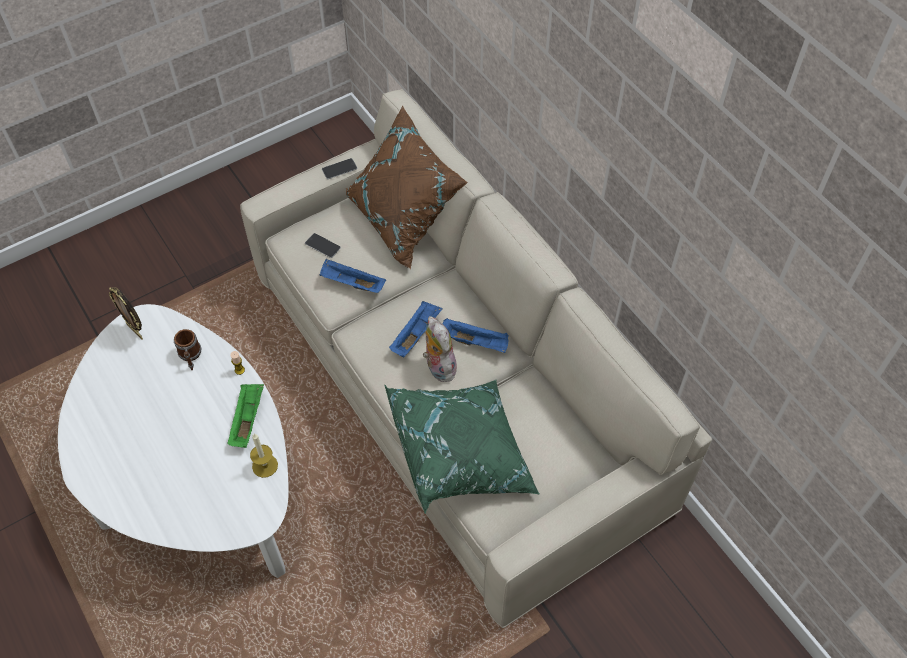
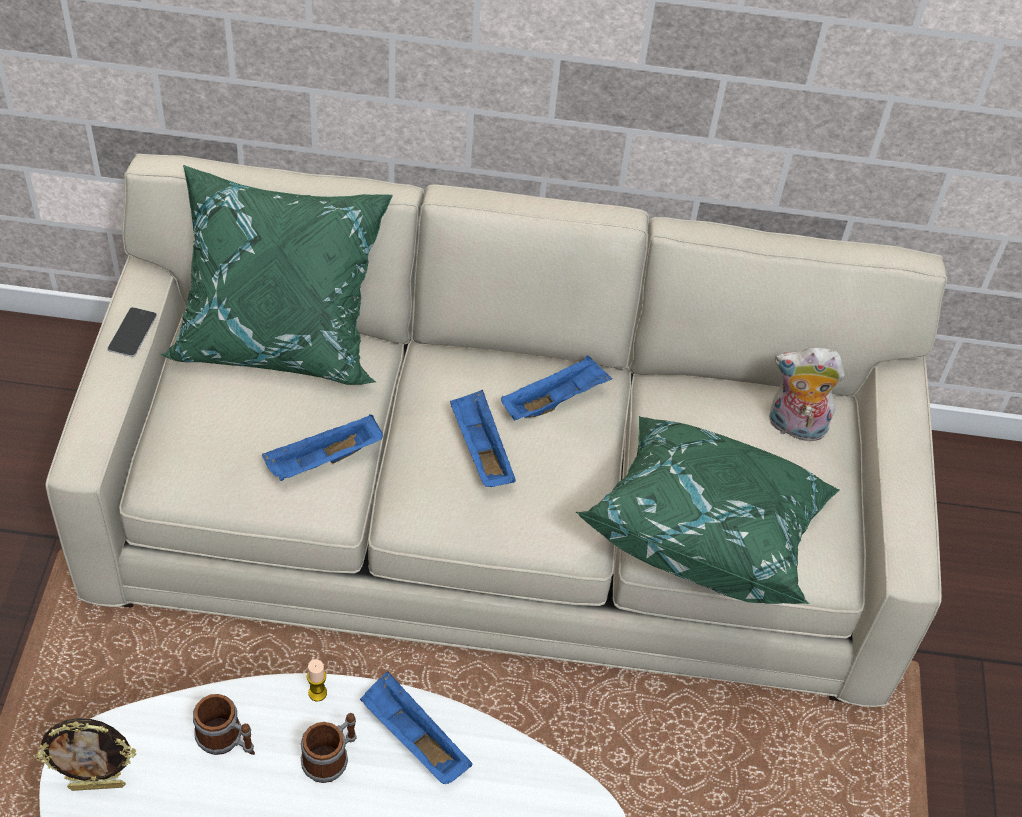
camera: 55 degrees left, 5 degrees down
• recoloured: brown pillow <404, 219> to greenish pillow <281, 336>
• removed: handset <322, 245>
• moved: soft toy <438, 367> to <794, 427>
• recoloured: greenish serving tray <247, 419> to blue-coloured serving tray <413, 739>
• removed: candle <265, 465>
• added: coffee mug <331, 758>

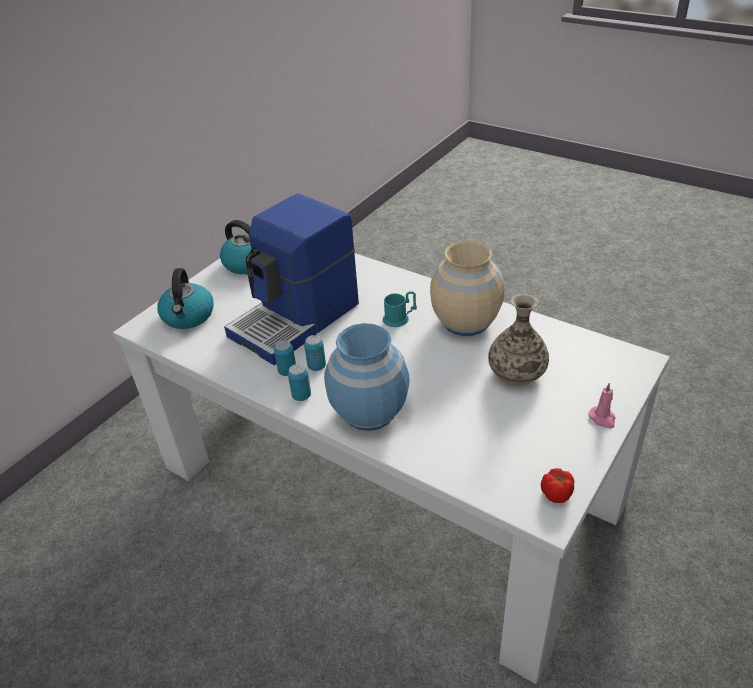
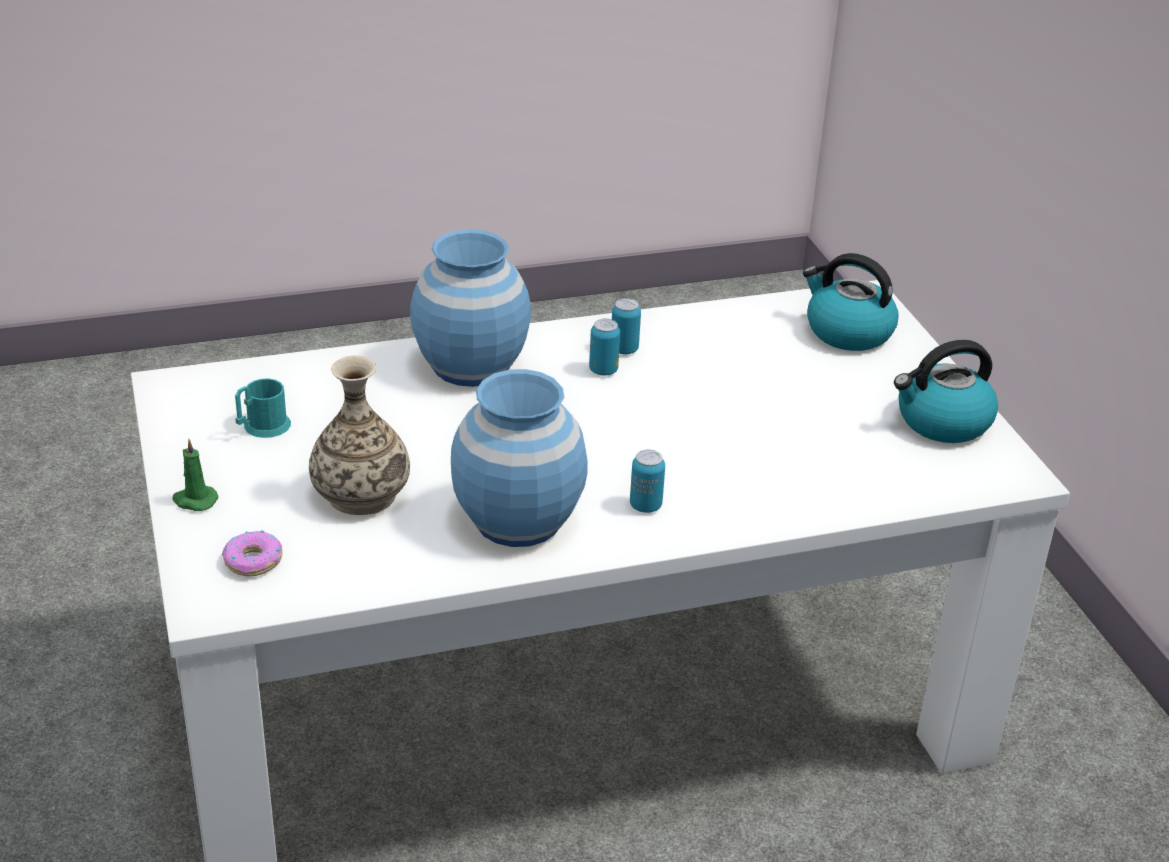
camera: 125 degrees right, 5 degrees down
• removed: coffee machine <297, 320>
• recoloured: sand-coloured decorative vase <465, 321> to blue-coloured decorative vase <518, 520>
• moved: turquoise coffee mug <399, 318> to <262, 427>
• moved: sealed can <301, 396> to <645, 506>
• recoloured: pink candle <602, 418> to greenish candle <194, 500>
• removed: tomato <557, 493>
• added: donut <253, 561>

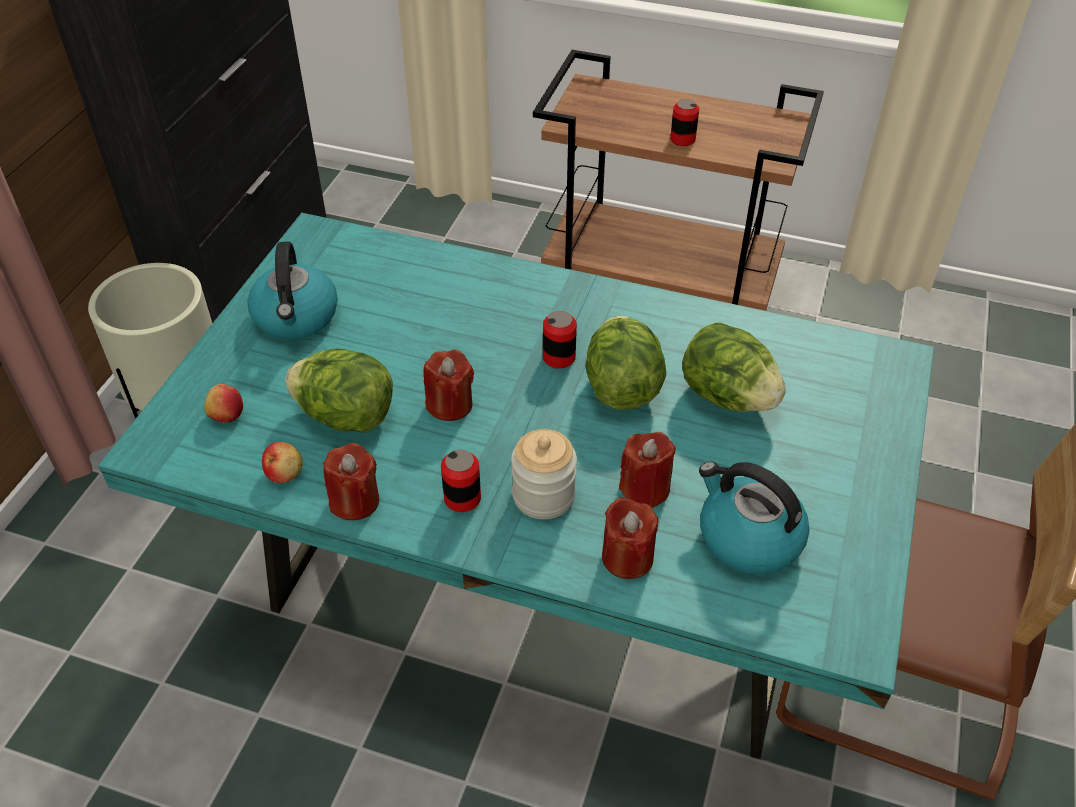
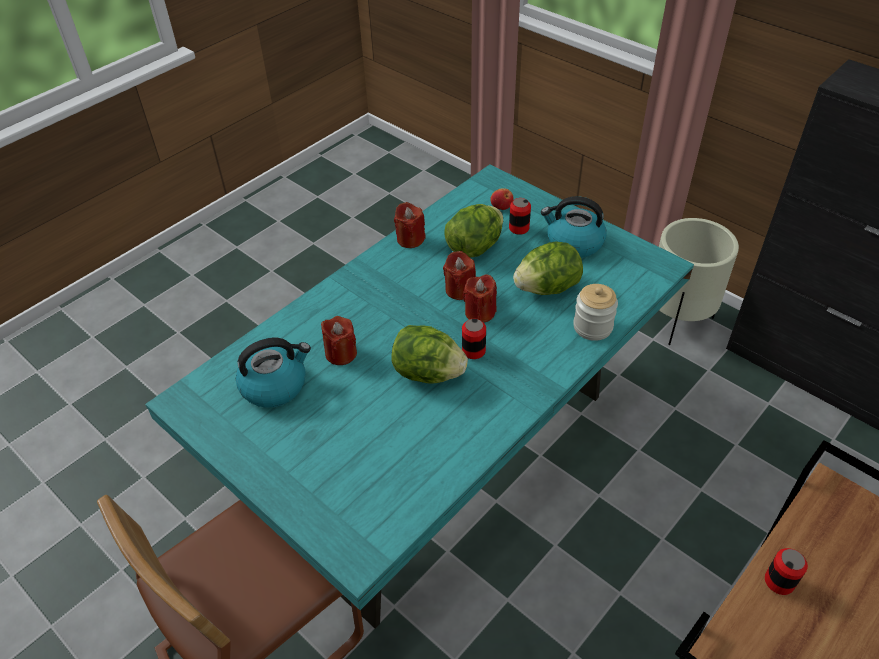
camera: 115 degrees right, 0 degrees up
• moved: head of lettuce <727, 396> to <547, 288>
• moved: jar <543, 495> to <592, 327>
• removed: apple fruit <284, 473>
• moved: sealed can <462, 498> to <519, 228>
• moved: reddish candle <627, 558> to <480, 312>

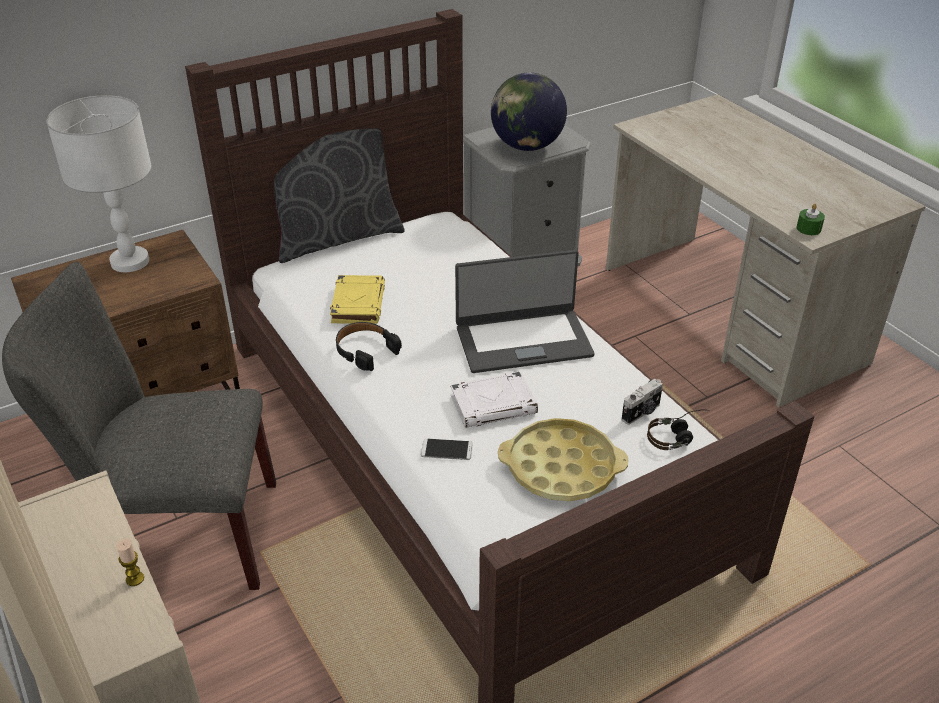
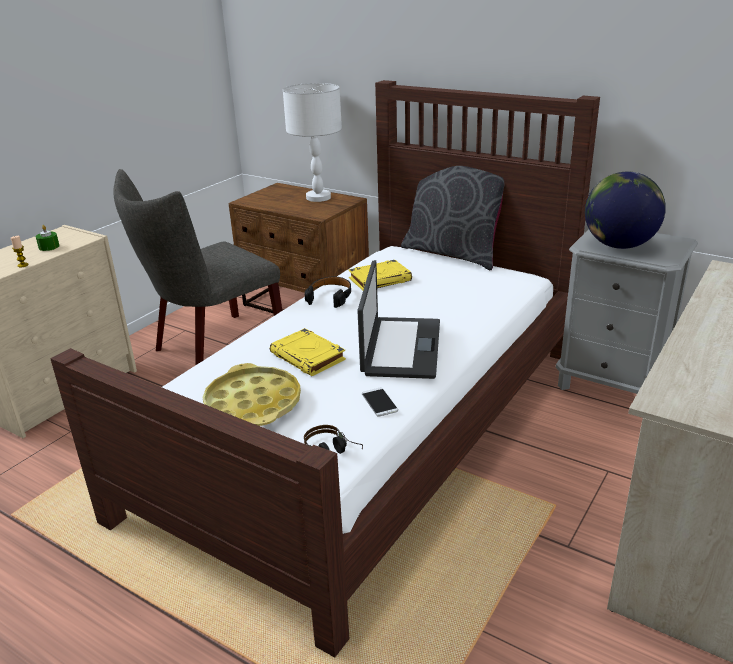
camera: 65 degrees right, 10 degrees down
• moved: greenish candle <808, 228> to <49, 247>
• turned: laptop <523, 340> = <400, 348> 135 degrees counterclockwise
• turned: gray chair <177, 535> = <212, 349> 105 degrees counterclockwise
• recoloured: whitish book <494, 404> to yellow book <308, 357>
• removed: still camera <642, 413>
• moved: handset <447, 450> to <379, 402>

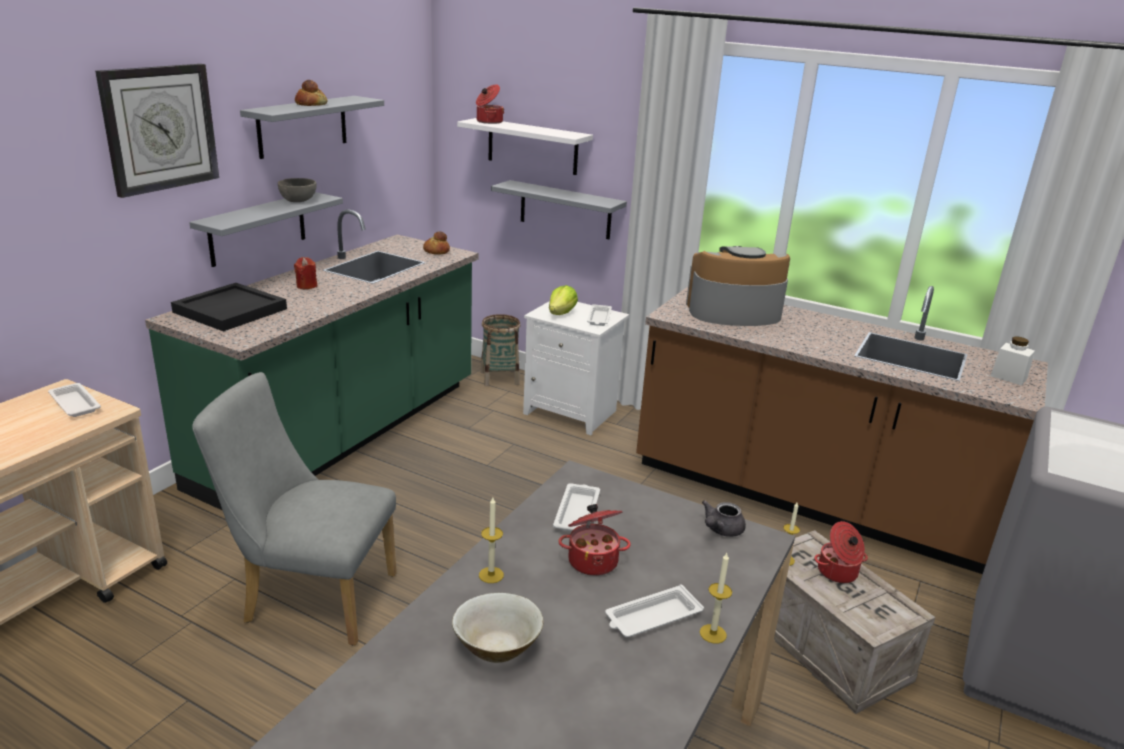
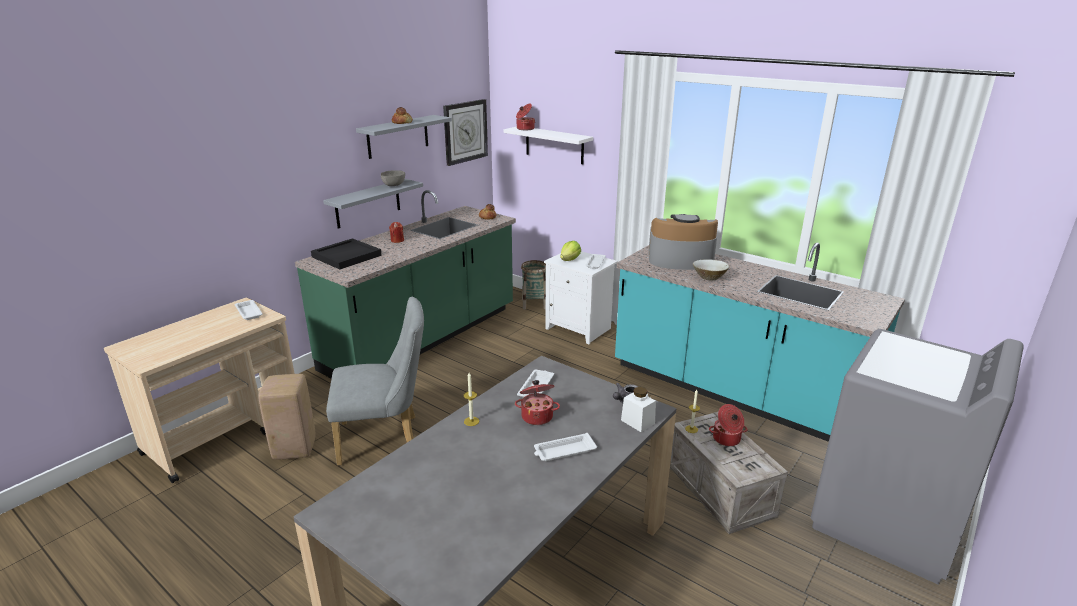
camera: 10 degrees right, 0 degrees up
• moved: hanging clock <160, 128> to <465, 131>
• removed: gray shelf <565, 210>
• recoloured: brown kitchen base unit <806, 498> to turquoise kitchen base unit <734, 392>
• moved: whitish jar <1008, 377> to <637, 422>
• turned: gray chair <310, 597> = <386, 438> 150 degrees clockwise
• removed: candle <713, 633>
• moved: sand-coloured deep dish <497, 647> to <709, 277>
• added: sand-coloured stool seat <293, 449>

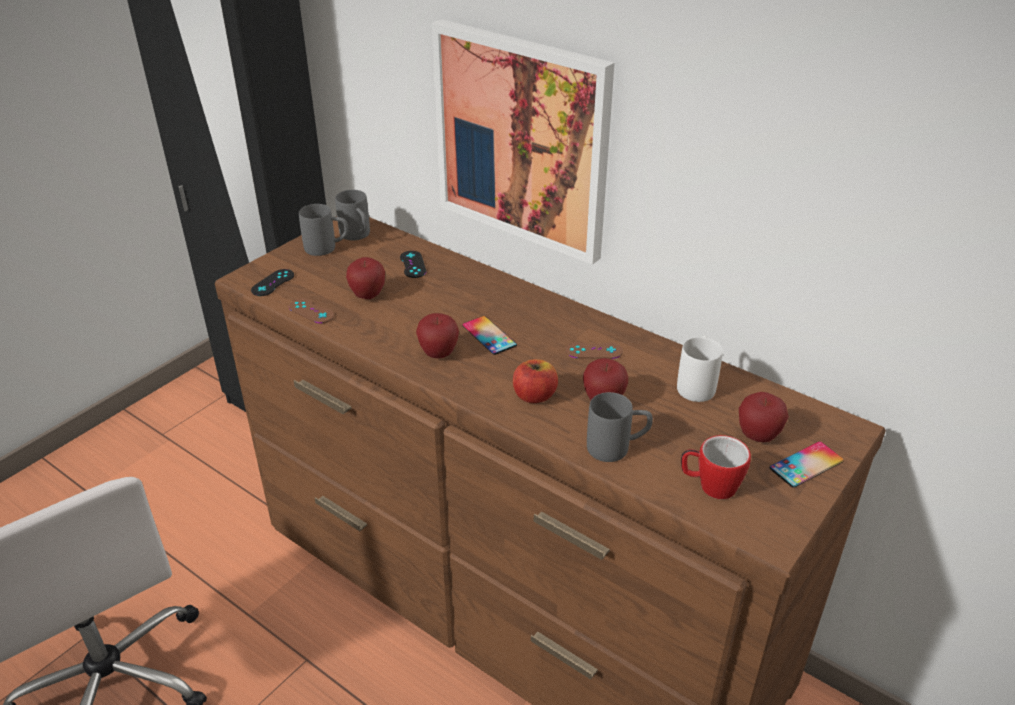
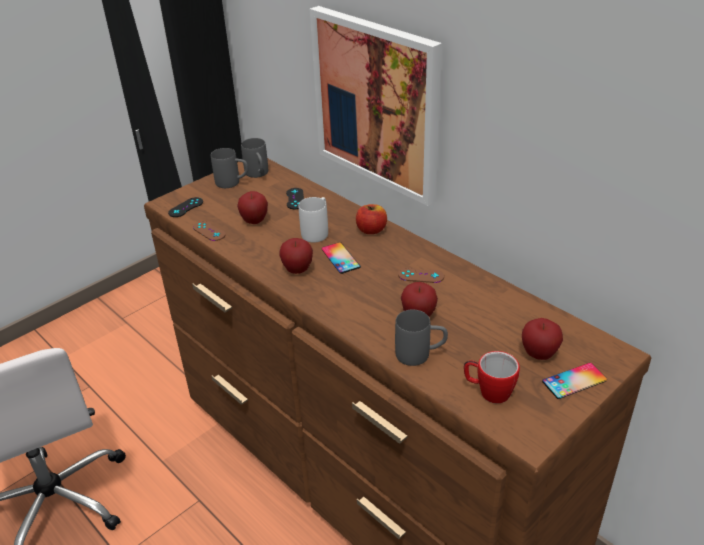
camera: 10 degrees right, 0 degrees up
• moved: whitish coffee mug <697, 384> to <317, 231>
• moved: apple fruit <534, 396> to <371, 230>

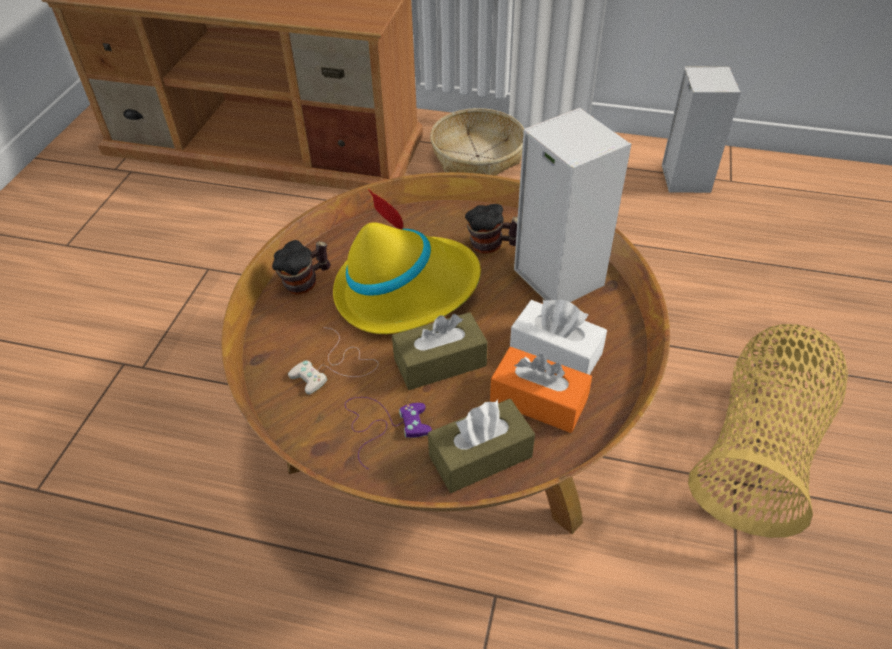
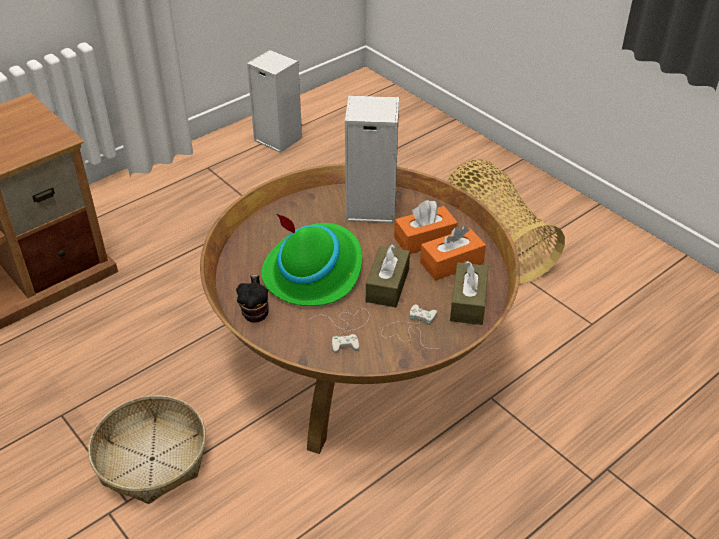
camera: 55 degrees left, 5 degrees down
• moved: basket <477, 156> to <152, 459>
• recoloured: yellow clothing hat <406, 290> to greenish clothing hat <314, 271>
• removed: coffee mug <491, 246>
• recoloured: whitish tissue holder <555, 352> to orange-coloured tissue holder <425, 239>
• recoloured: purple-coloured gamepad <383, 424> to whitish gamepad <411, 329>

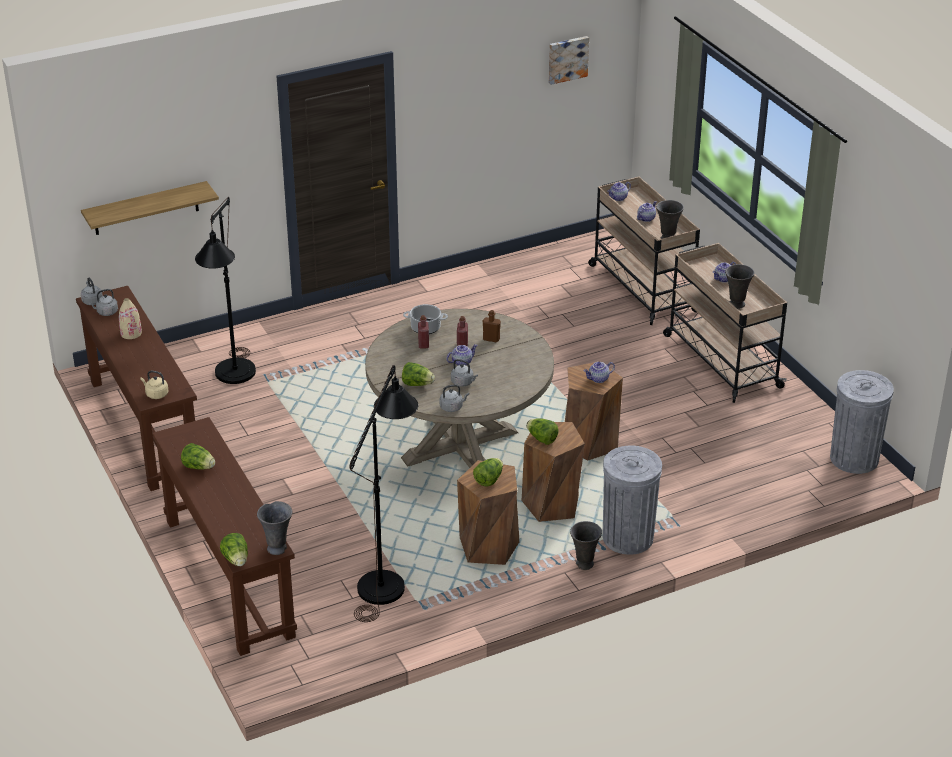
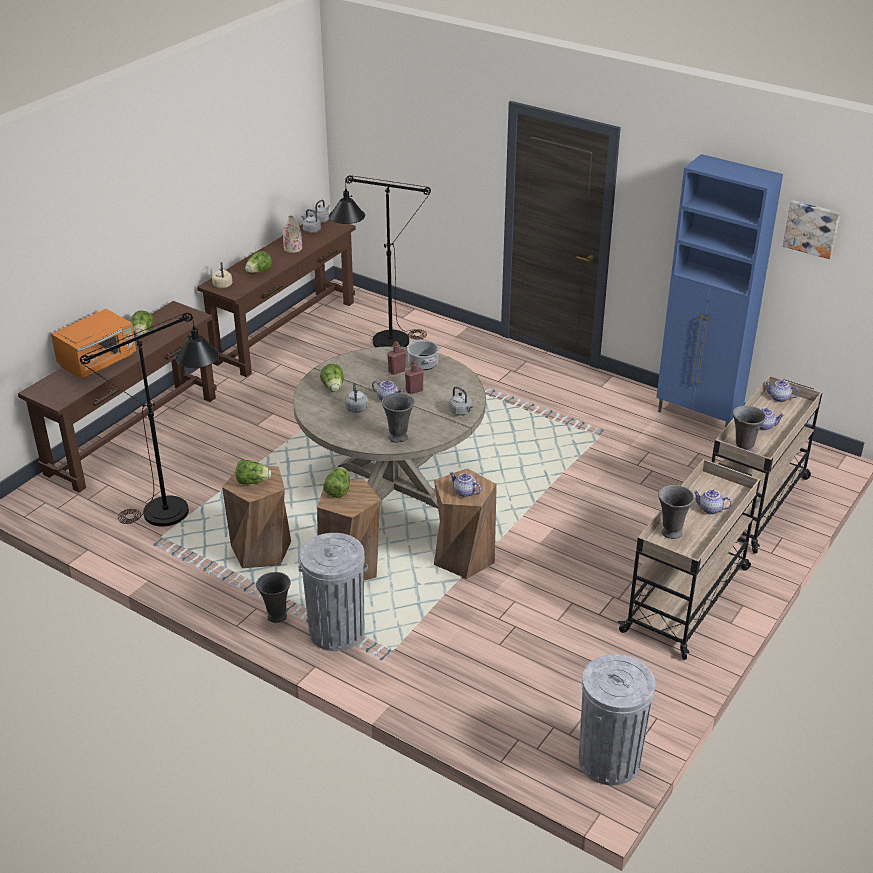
camera: 60 degrees right, 0 degrees up
• removed: shelf <146, 208>
• removed: brown beverage bottle <491, 339>
• moved: gray water kettle <452, 407> to <461, 412>
• moved: gray decorative vase <277, 548> to <399, 438>
• moved: head of lettuce <236, 560> to <258, 272>
• added: blue-coloured cupboard <698, 417>
• added: orange-coloured microwave <99, 362>

